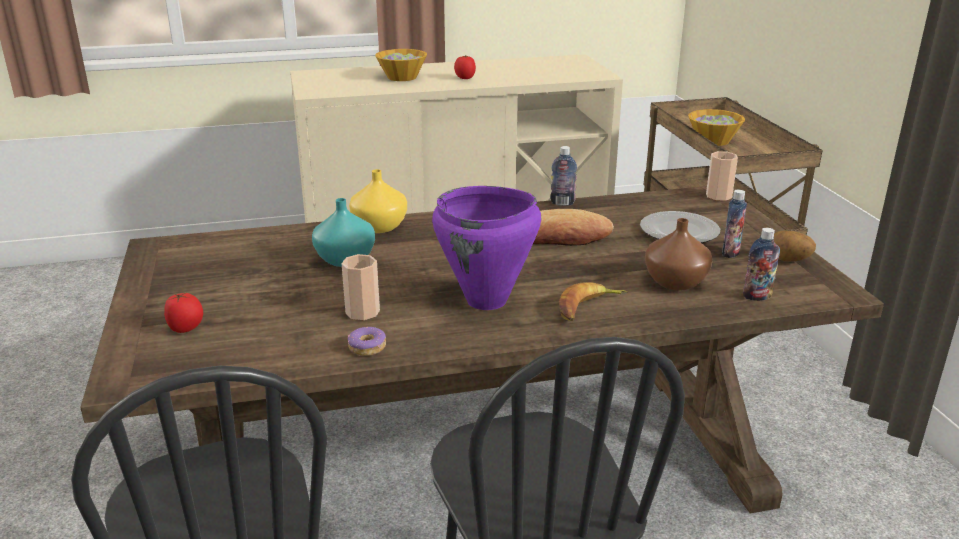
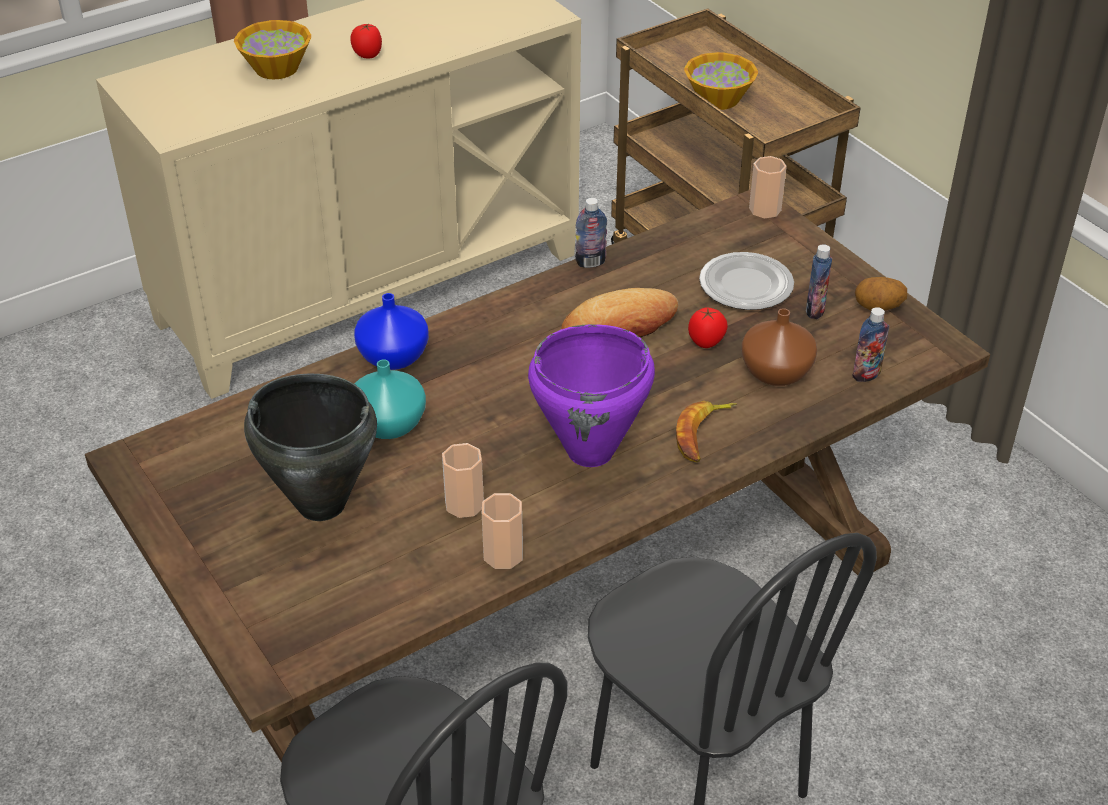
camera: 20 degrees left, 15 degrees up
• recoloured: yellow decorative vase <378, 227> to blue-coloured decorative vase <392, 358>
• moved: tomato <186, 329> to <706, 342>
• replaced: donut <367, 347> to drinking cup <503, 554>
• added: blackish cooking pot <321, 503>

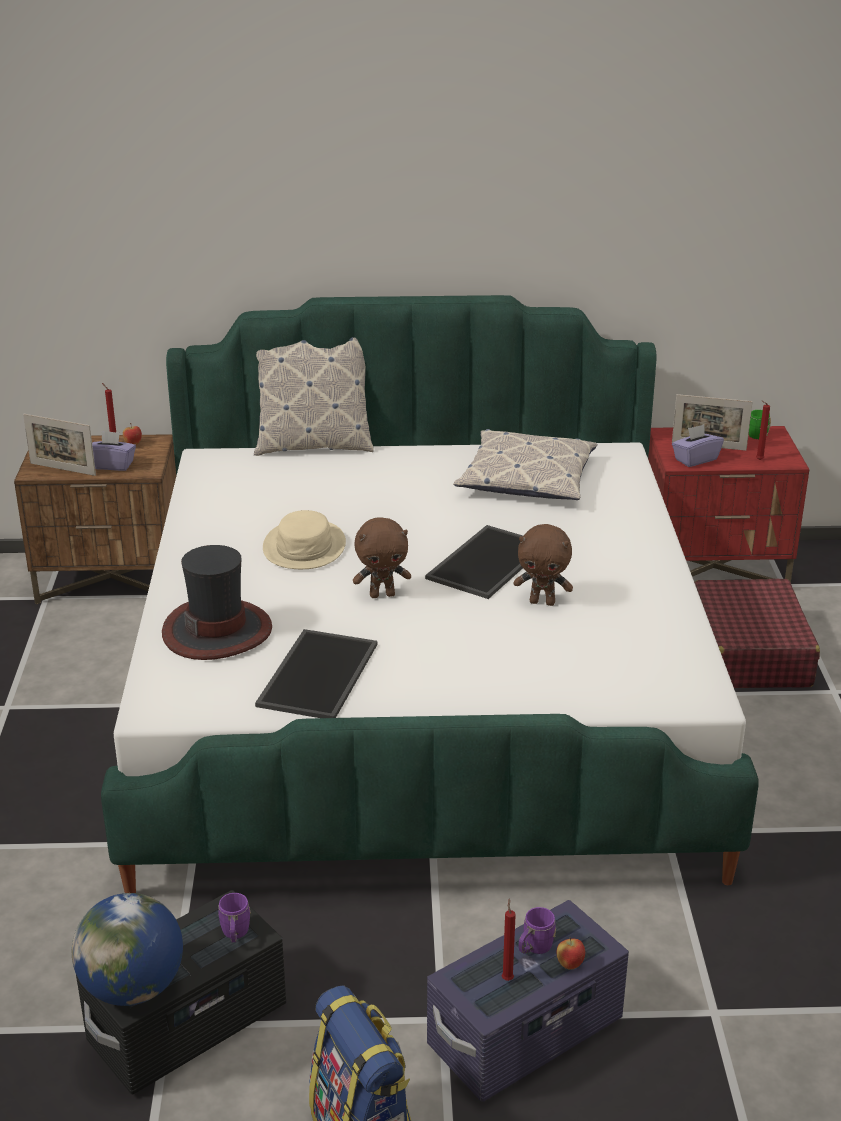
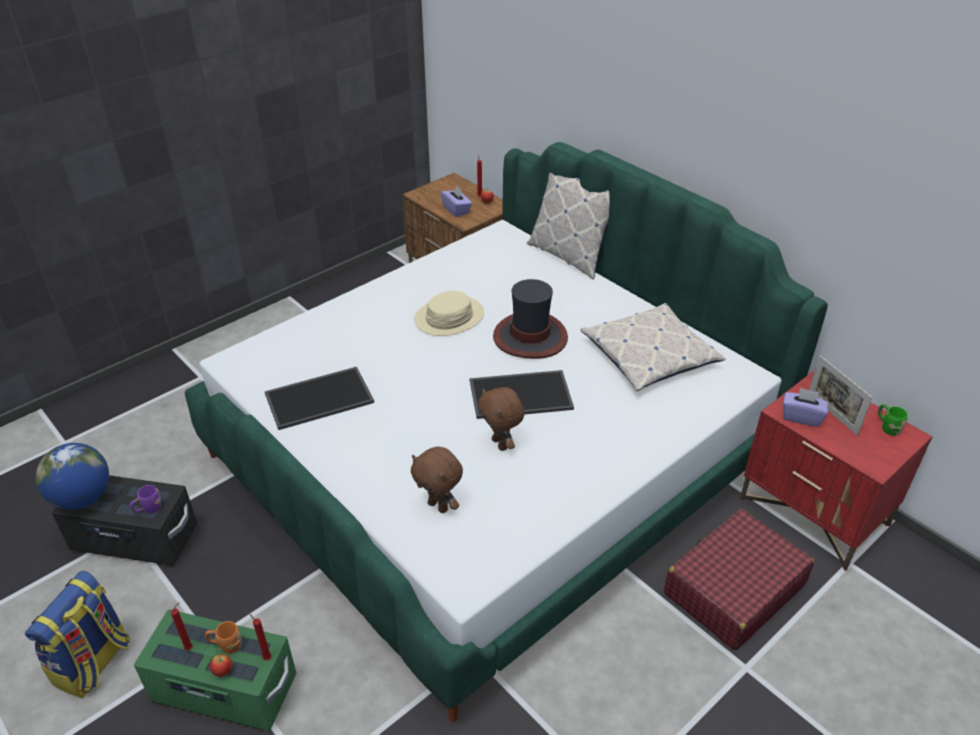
camera: 50 degrees right, 10 degrees up
• moved: reddish candle <758, 460> to <266, 657>
• removed: standing frame <63, 469>
• moved: brown soft toy <382, 594> to <439, 506>
• moved: clothing hat <217, 631> to <530, 337>
• recoloured: purple-coloured storage bin <526, 1033> to greenish storage bin <225, 689>
• recoloured: purple-coloured coffee mug <534, 948> to orange-coloured coffee mug <226, 645>

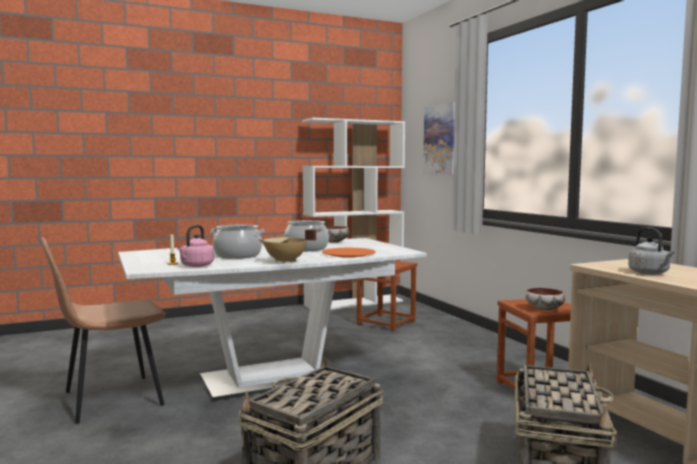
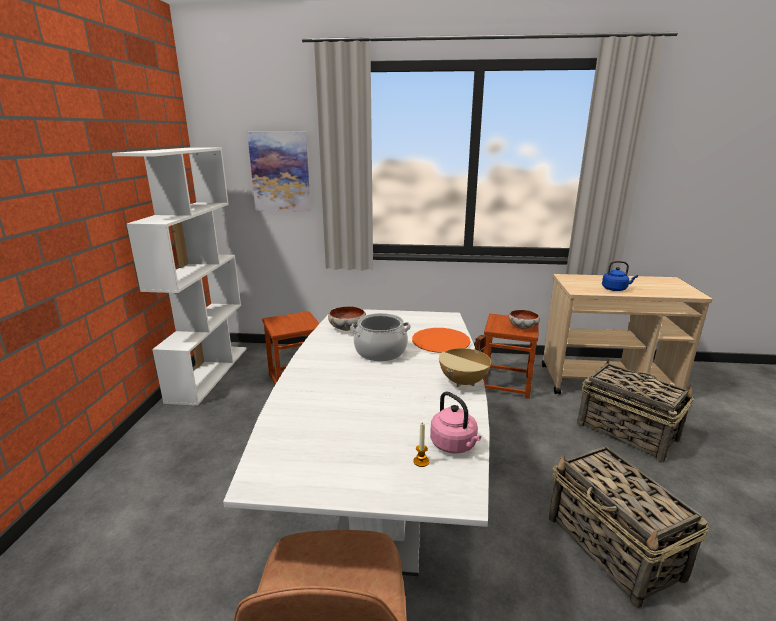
camera: 60 degrees left, 15 degrees up
• removed: cooking pot <238, 255>
• recoloured: gray water kettle <650, 273> to blue-coloured water kettle <615, 289>

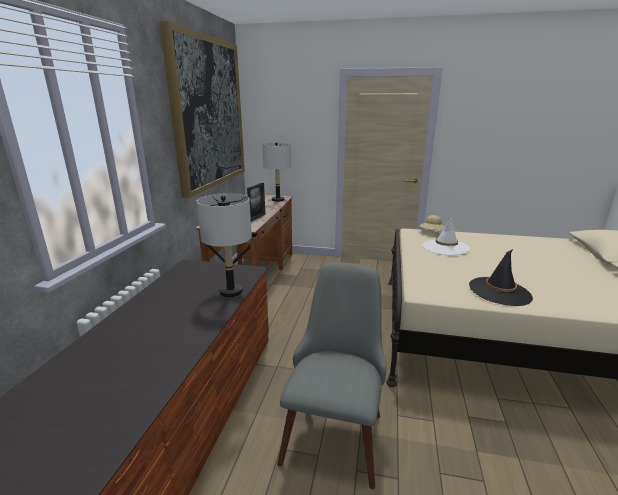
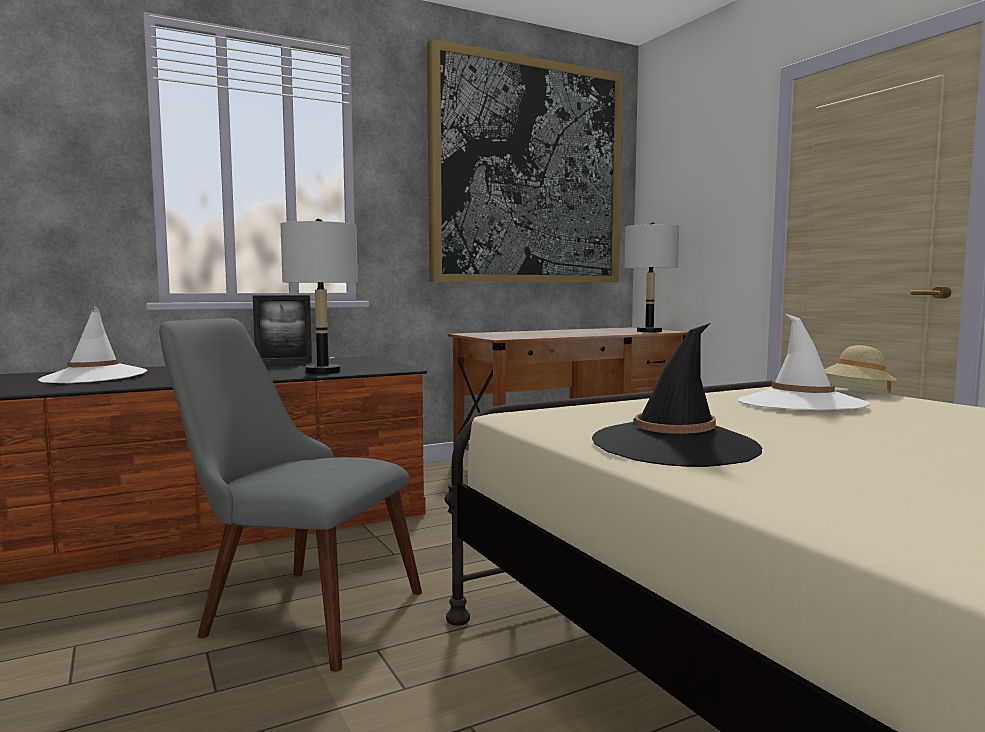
camera: 50 degrees right, 15 degrees down
• moved: standing frame <257, 217> to <284, 363>
• turned: gray chair <336, 426> = <291, 609> 135 degrees counterclockwise
• added: whitish clothing hat <94, 377>

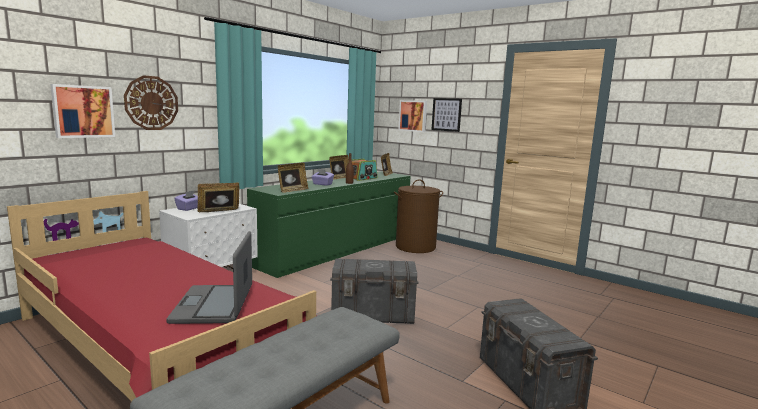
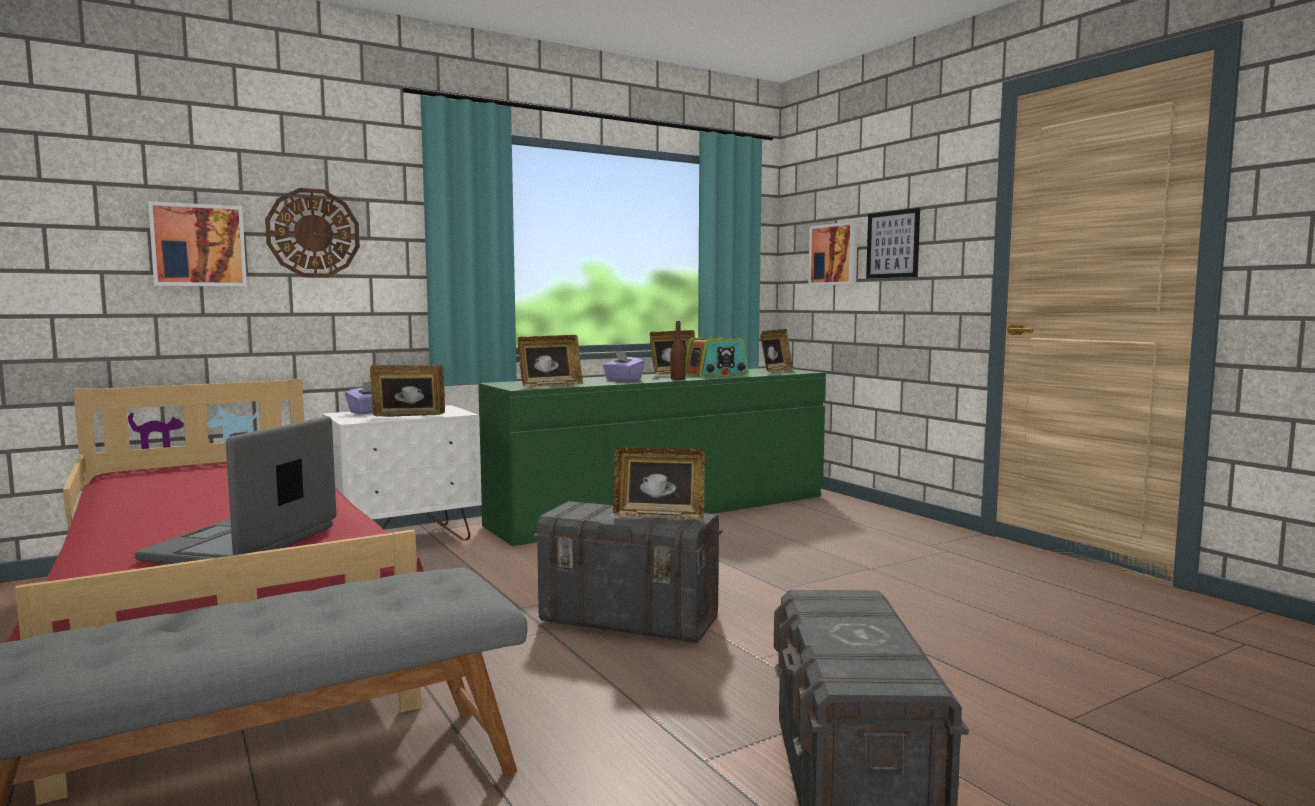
camera: 20 degrees right, 5 degrees down
• removed: brown hamper <415, 247>
• added: standing frame <659, 516>

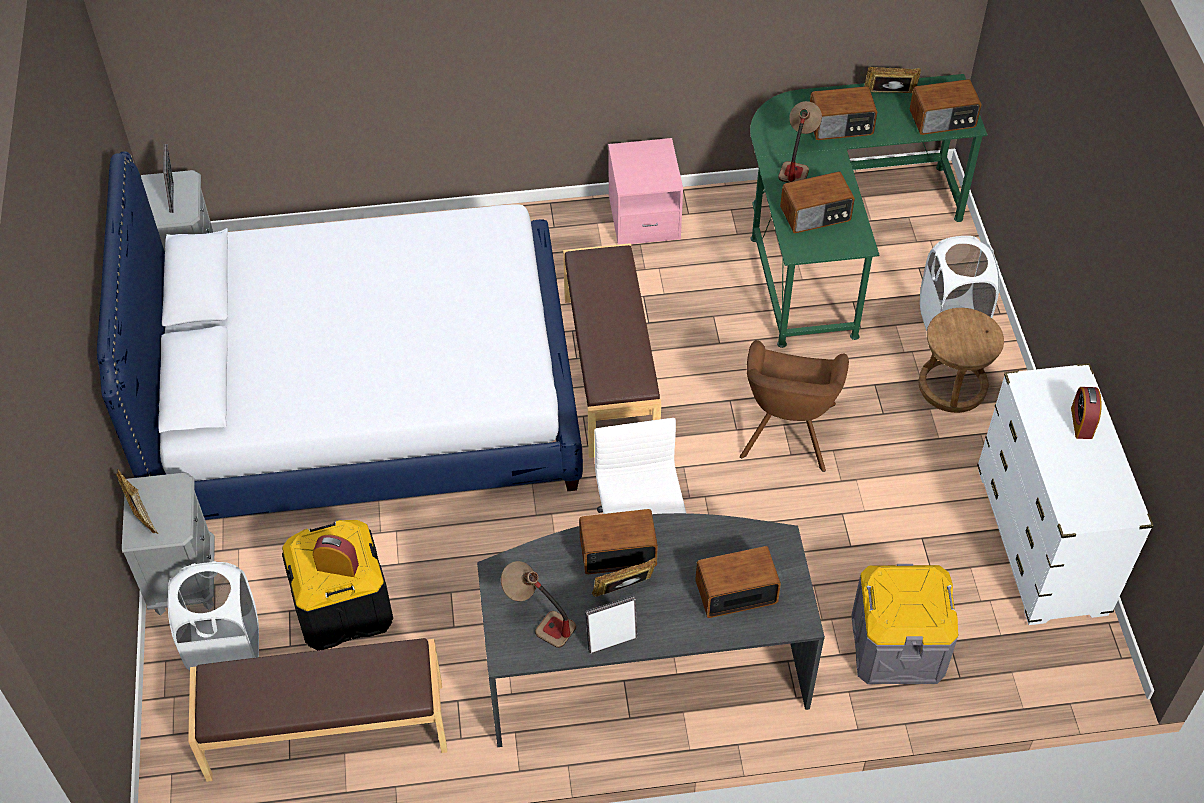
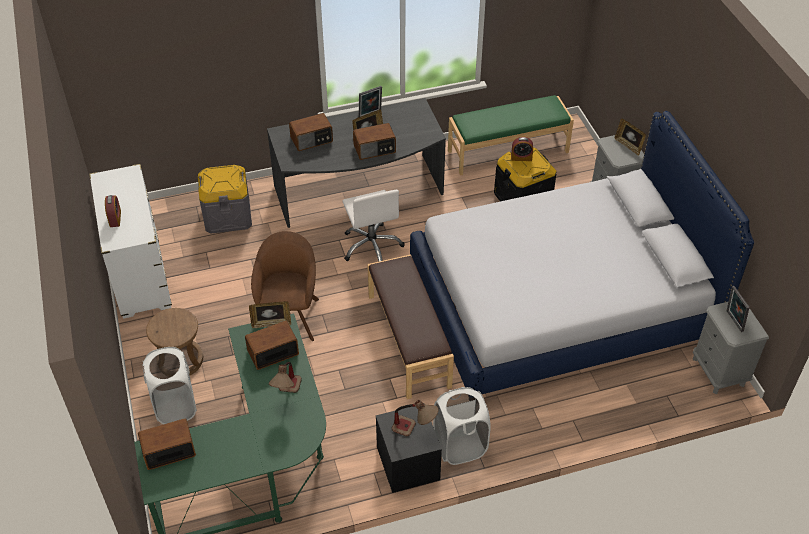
camera: 170 degrees right, 5 degrees down
• moved: standing frame <889, 95> to <271, 323>
• removed: radio receiver <841, 126>
• recoloured: pink bedside table <644, 218> to blackish bedside table <408, 464>
• moved: whitish hamper <225, 647> to <459, 446>
• moved: lamp for a table <538, 621> to <415, 430>
• recoloured: brown bench <326, 731> to greenish bench <508, 151>

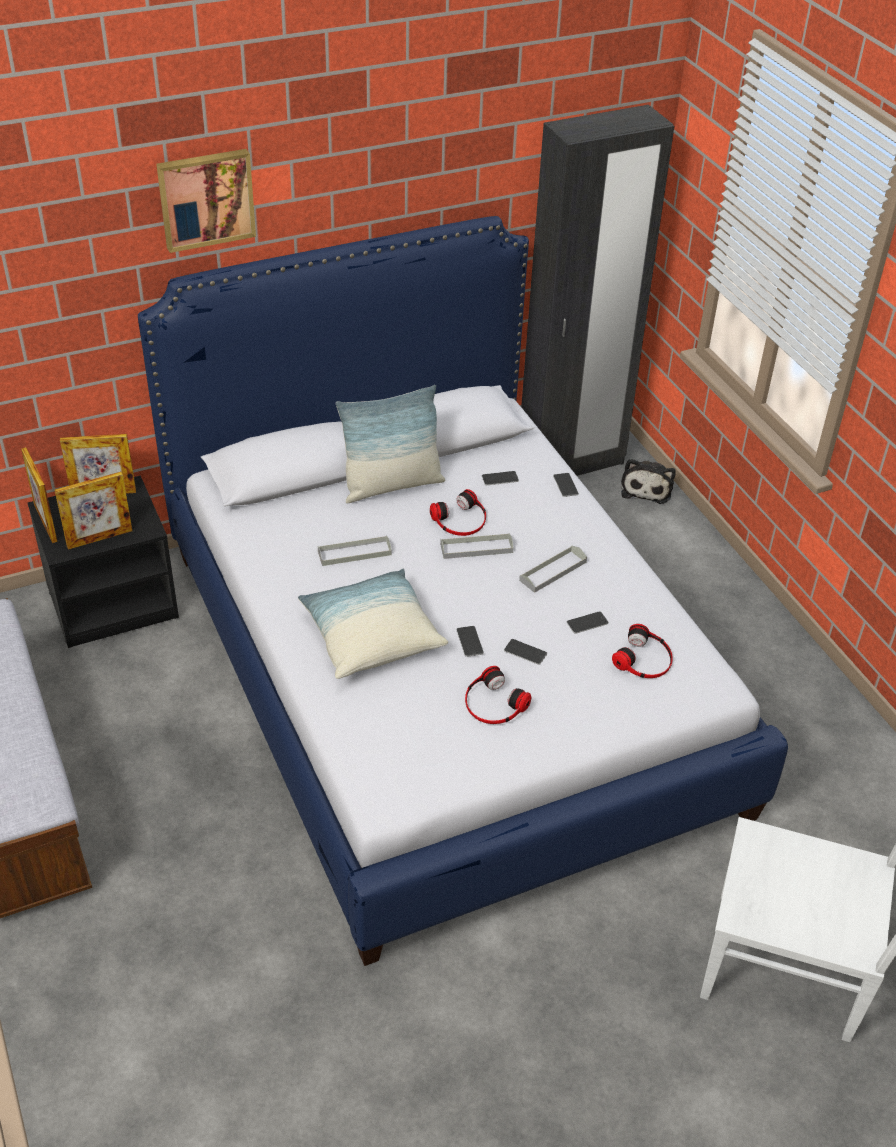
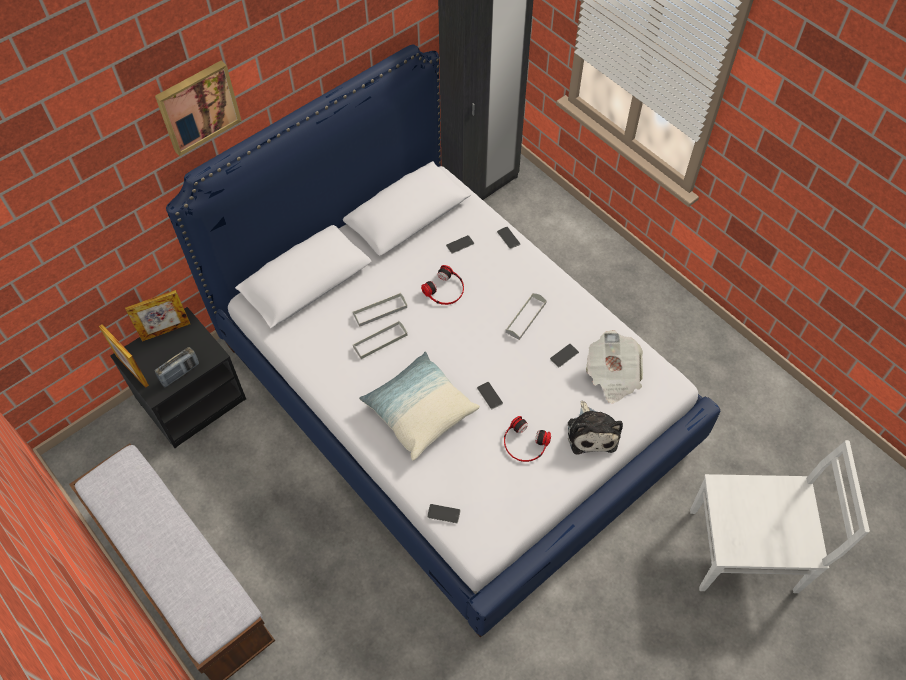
camera: 15 degrees left, 15 degrees up
• removed: pillow <391, 485>
• moved: soft toy <646, 488> to <592, 432>
• replaced: standing frame <99, 538> to radio receiver <180, 373>
• moved: gray serving tray <476, 548> to <380, 311>
• replaced: headphones <644, 659> to daily paper <612, 375>
• moved: handset <525, 652> to <443, 513>

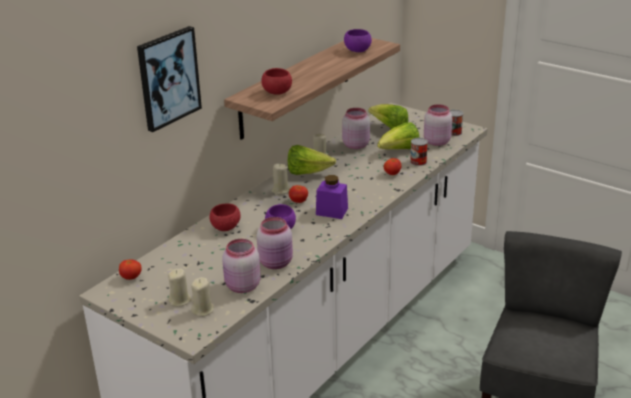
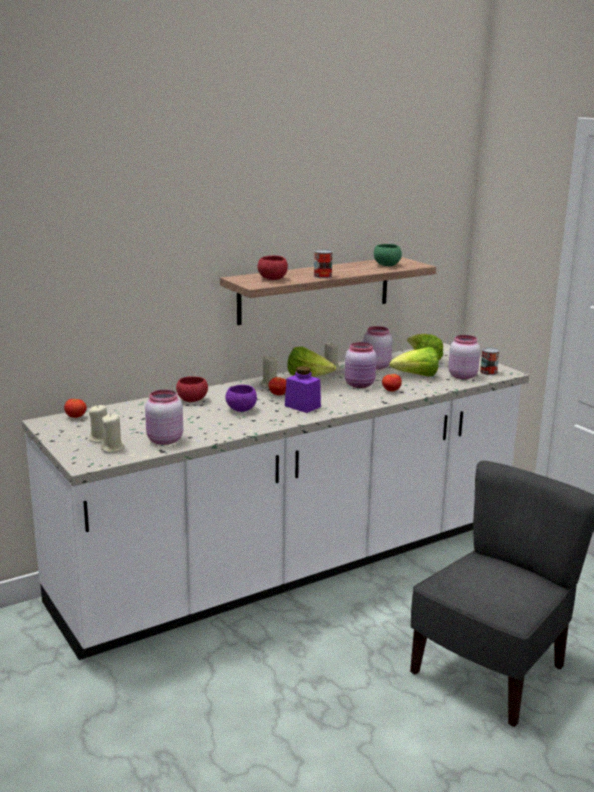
camera: 20 degrees right, 10 degrees down
• removed: wall art <168, 78>
• recoloured: purple-coloured deep dish <357, 51> to greenish deep dish <387, 265>
• moved: sealed can <418, 162> to <322, 276>
• moved: pink jar <276, 263> to <360, 385>

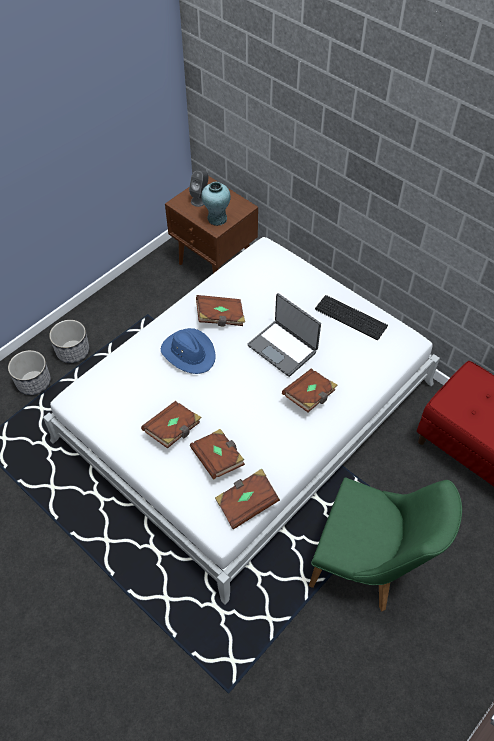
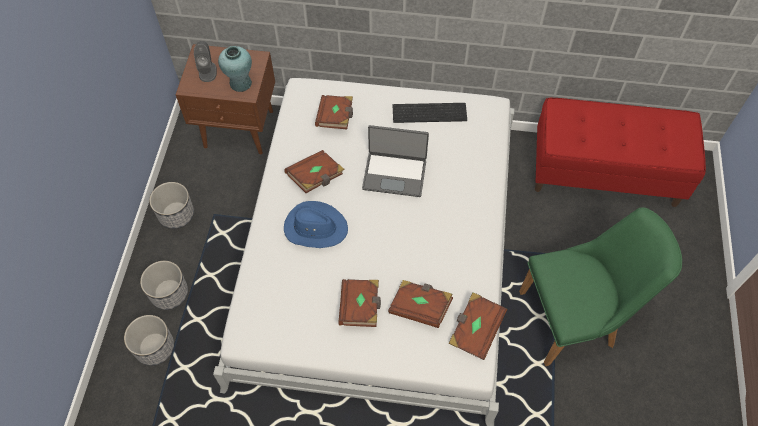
camera: 35 degrees left, 5 degrees up
• moved: brown book <309, 396> to <336, 118>
• added: planter <176, 214>

